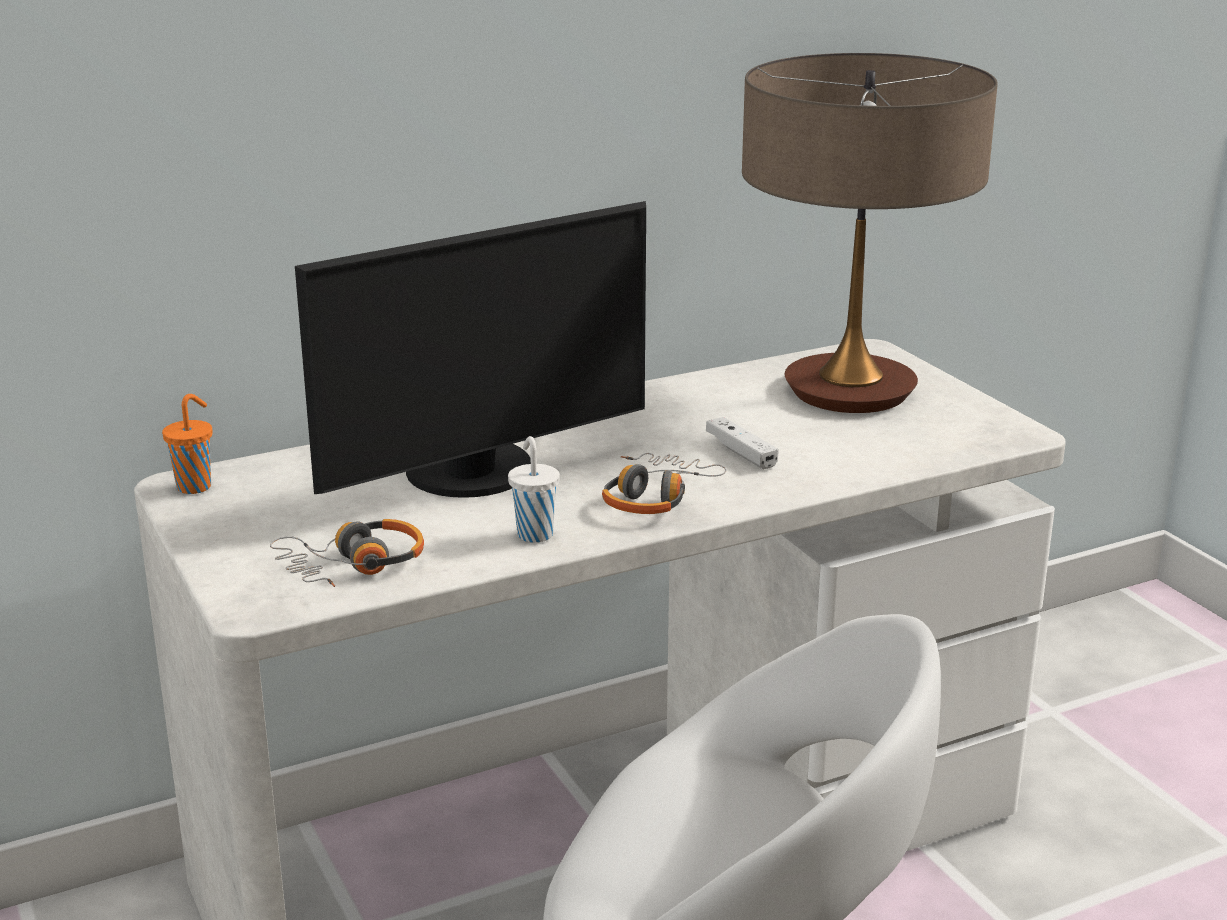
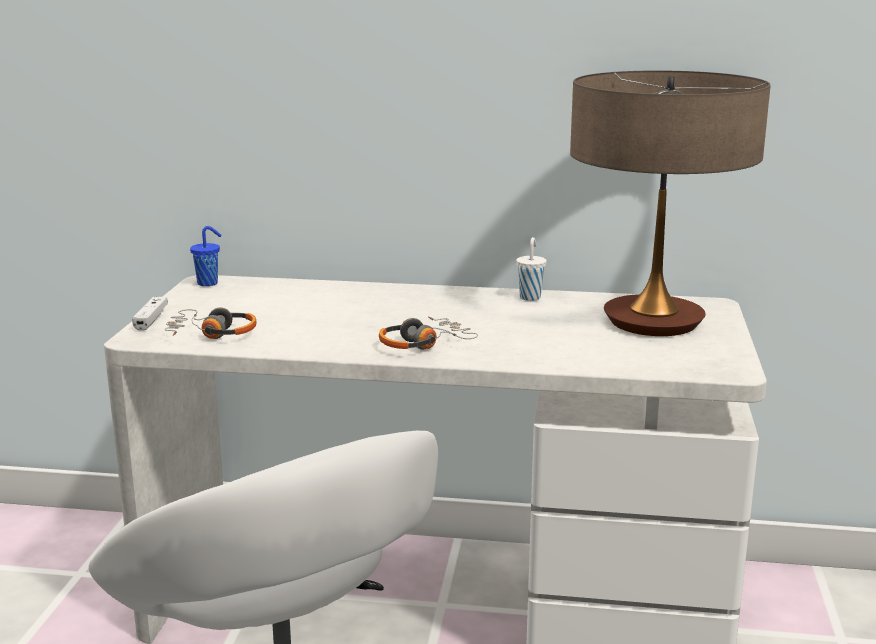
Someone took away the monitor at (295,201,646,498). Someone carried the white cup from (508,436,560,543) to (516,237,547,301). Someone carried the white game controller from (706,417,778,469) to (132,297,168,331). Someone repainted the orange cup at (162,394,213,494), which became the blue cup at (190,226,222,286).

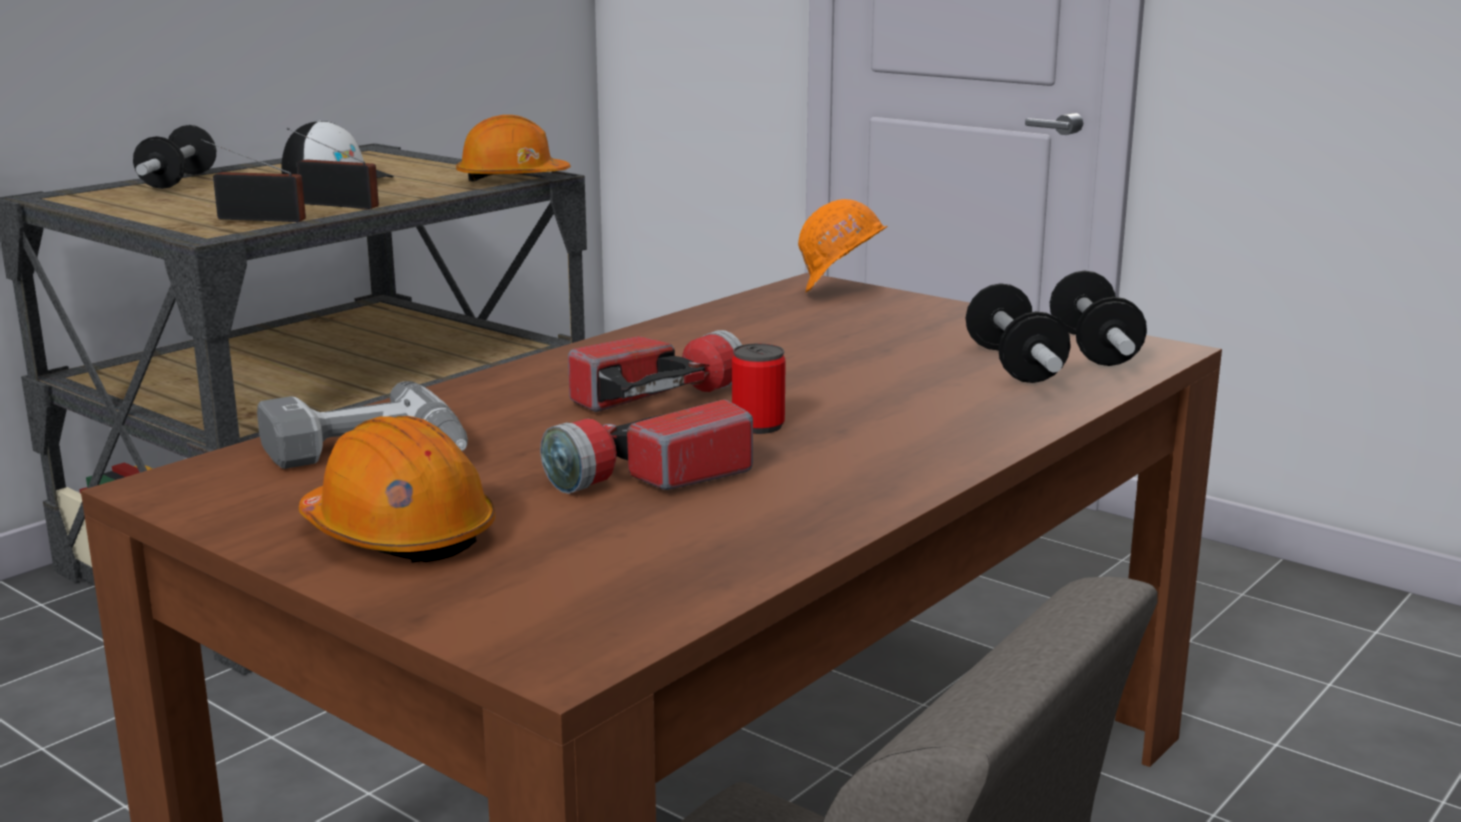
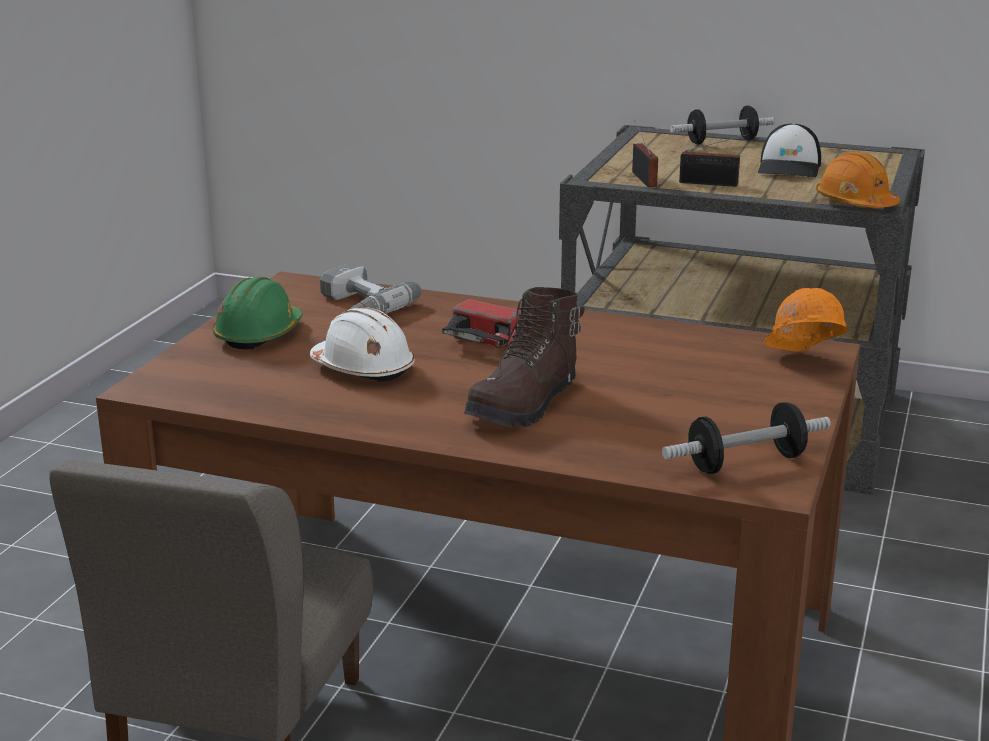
Someone took away the can at (732,344,786,434). Someone took away the dumbbell at (966,283,1071,383). Someone put down the brown boot at (464,287,585,427). Someone swapped the flashlight at (540,399,753,494) for the white hard hat at (310,308,415,382). Someone repainted the orange hard hat at (299,416,495,563), which became the green hard hat at (212,276,303,350). Someone rotated the radio at (287,128,379,209) by 105 degrees clockwise.

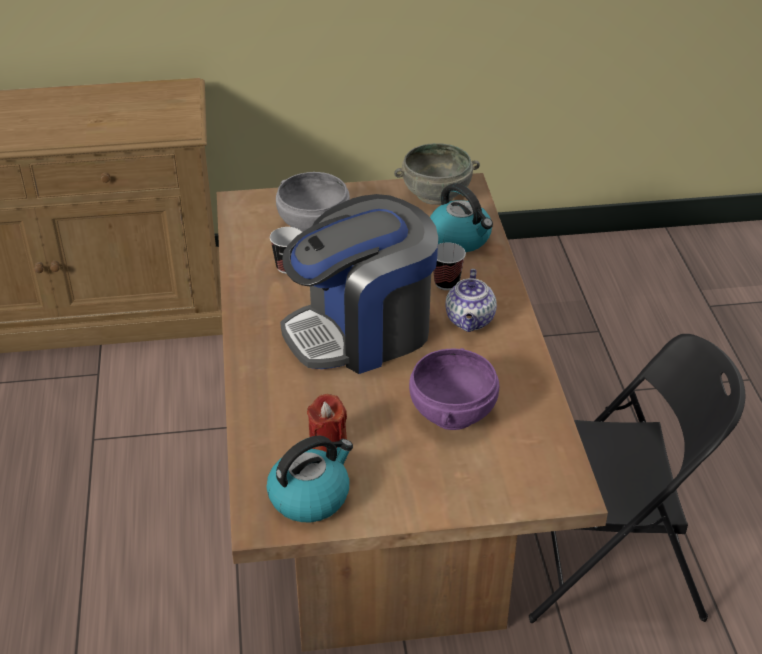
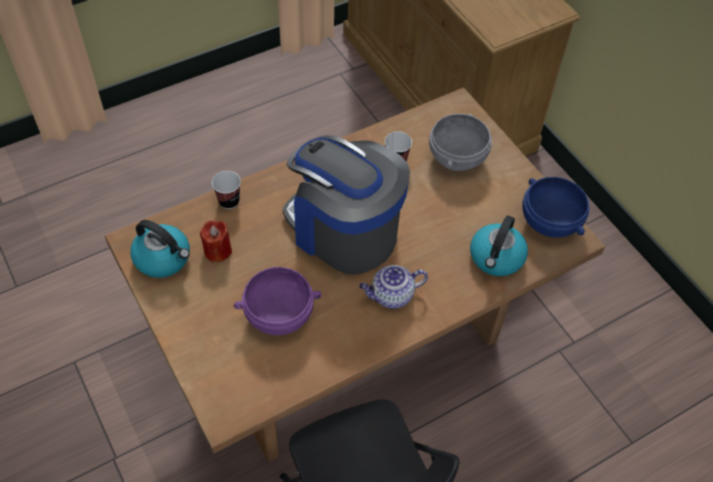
Someone carried the cup from (433,243,466,290) to (212,171,241,209). Someone repainted the grey bowl at (394,143,480,205), which became the blue bowl at (522,177,589,238).

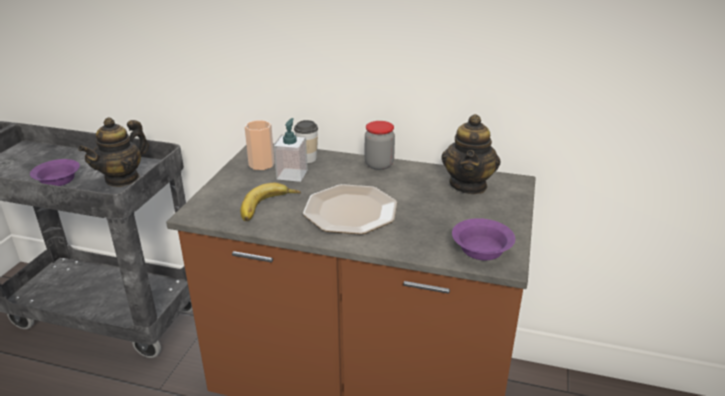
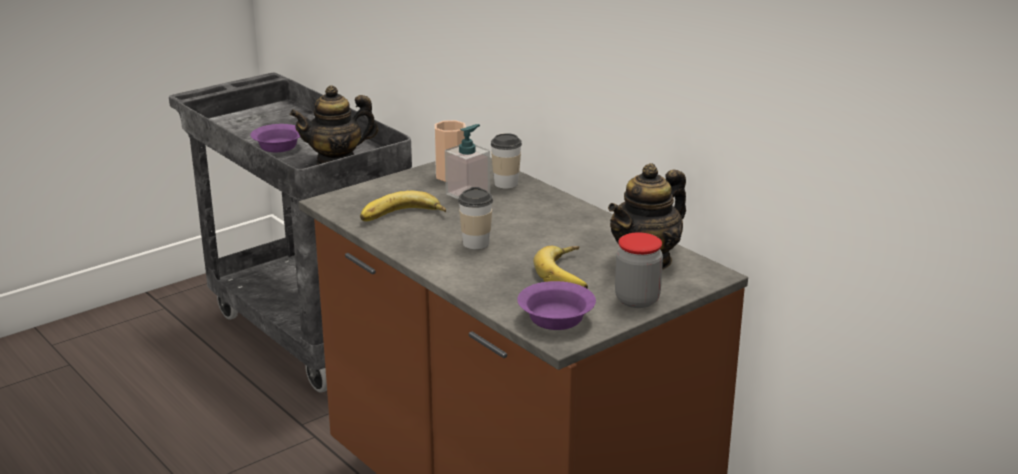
Someone put down the banana at (533,246,588,289). Someone carried the jar from (365,121,395,170) to (615,232,663,308). Someone swapped the plate at (303,184,397,234) for the cup at (458,187,493,250).

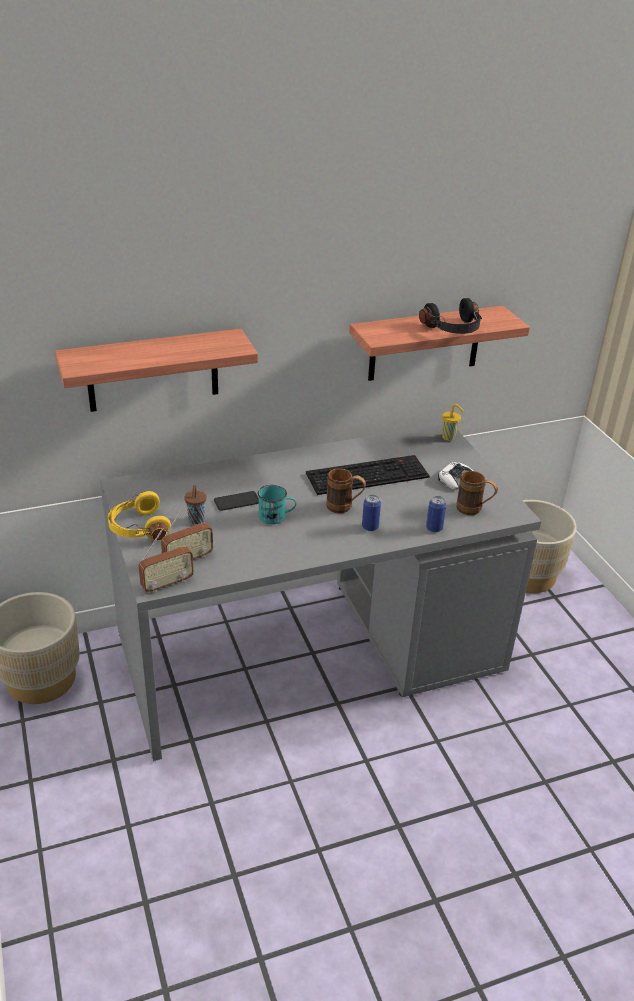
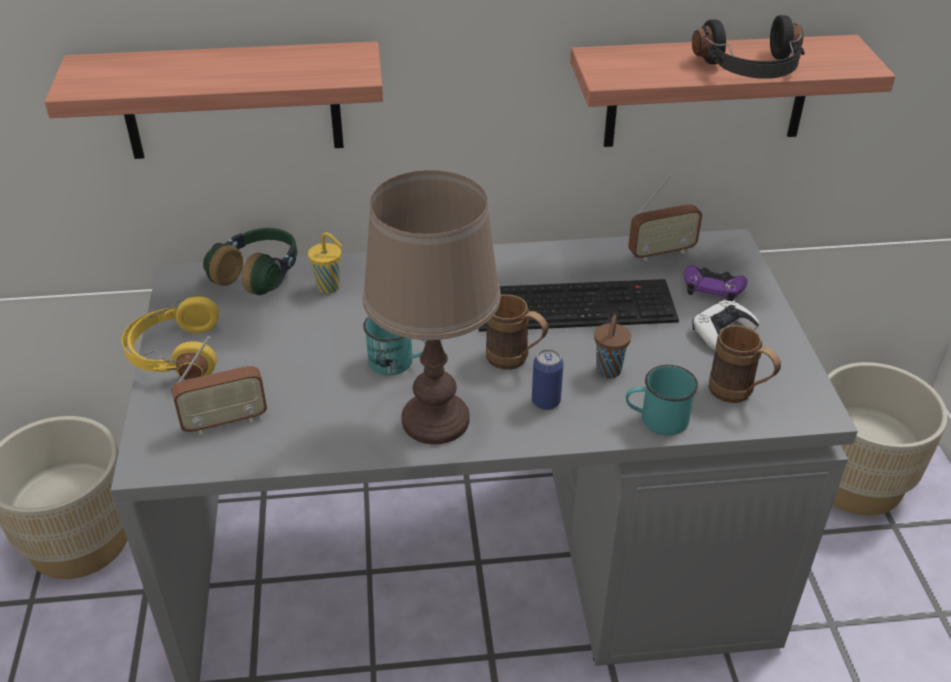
Someone took away the phone at (214,491,259,511). Someone put down the headphones at (203,228,297,295). Someone put down the brown table lamp at (362,170,501,445). Someone put down the purple game controller at (684,265,748,301). Someone carried the radio from (139,529,194,593) to (628,175,702,261). Someone carried the brown cup from (184,485,206,524) to (594,315,631,379). Someone carried the yellow cup from (442,404,464,441) to (308,232,342,294). Someone swapped the can at (426,496,446,533) for the turquoise mug at (626,365,698,435).

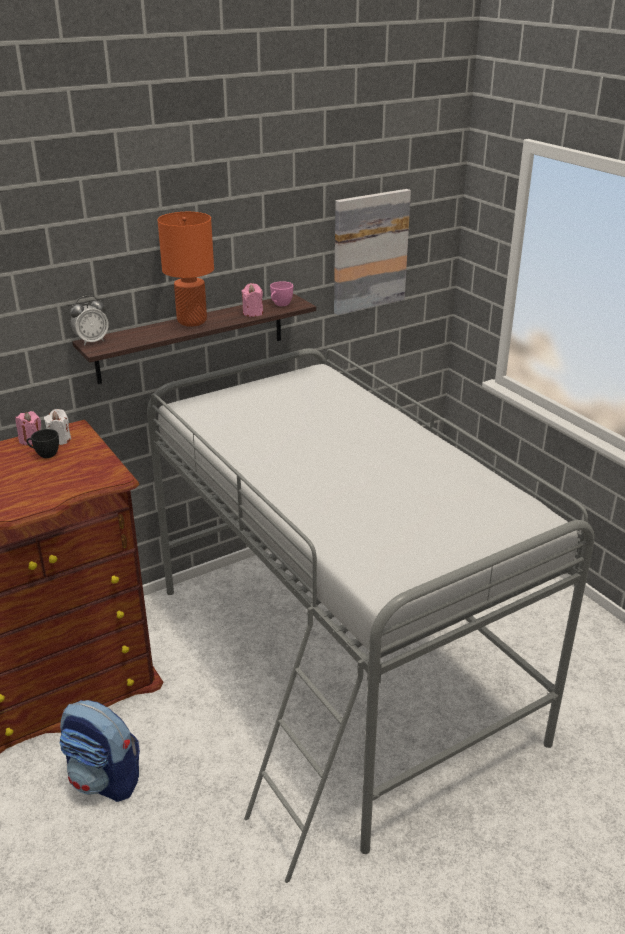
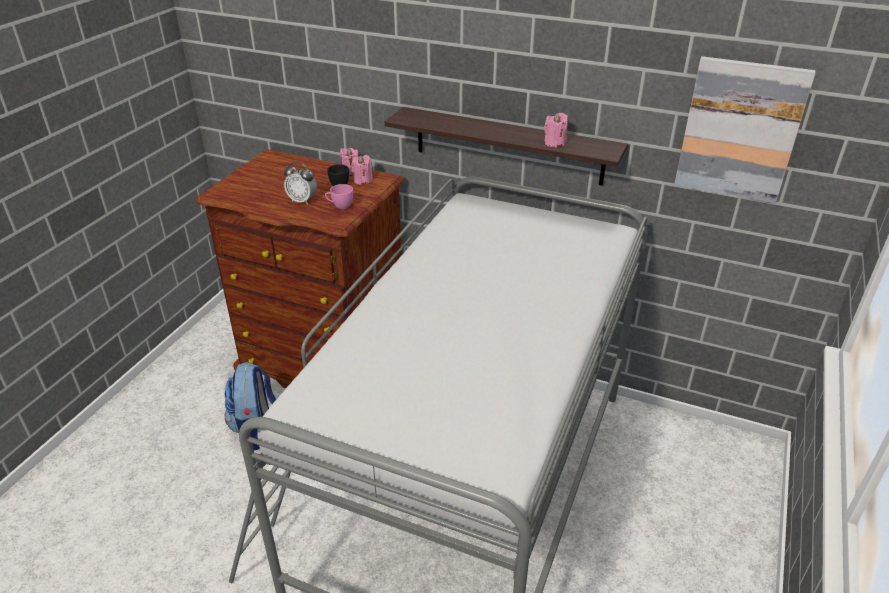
Someone took away the orange table lamp at (157,212,214,327). Someone carried the alarm clock from (70,295,109,346) to (284,162,317,205). Someone carried the pink cup from (270,281,293,306) to (325,184,353,209). Someone repainted the white candle at (44,409,71,445), which became the pink candle at (351,155,373,185).

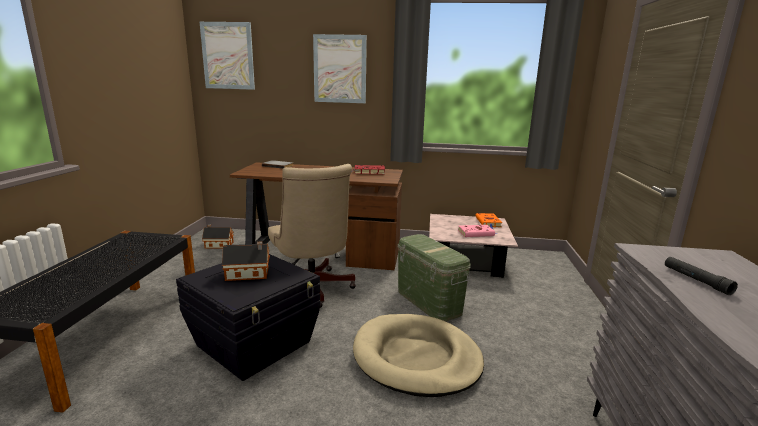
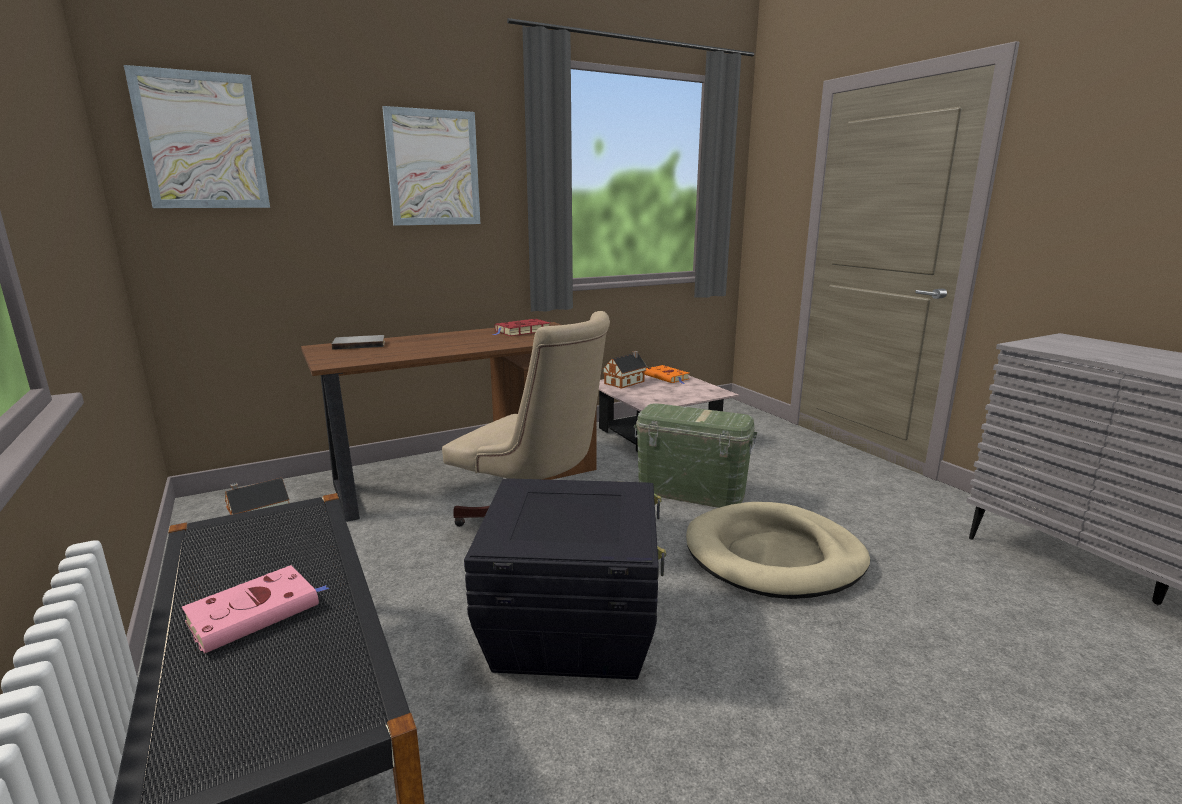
Someone took away the black flashlight at (665,257,738,295). Someone carried the toy house from (222,242,270,281) to (603,351,647,389). Someone carried the pink book from (458,225,497,237) to (182,565,329,653).

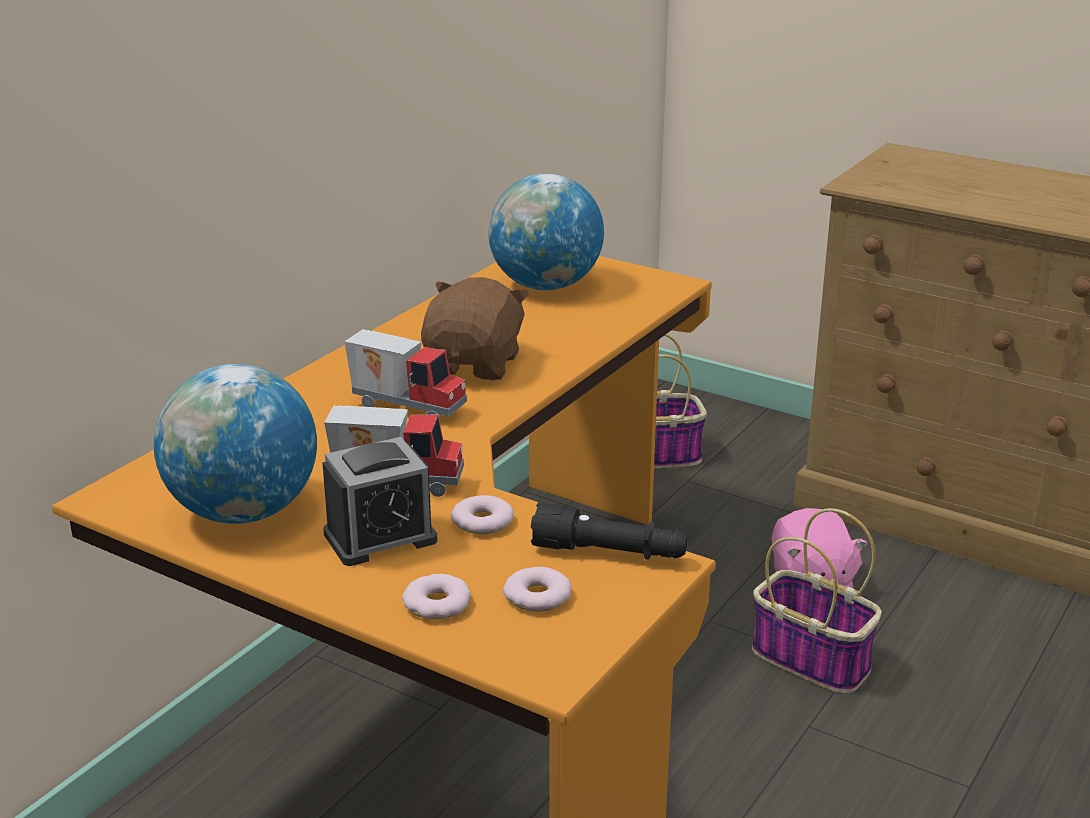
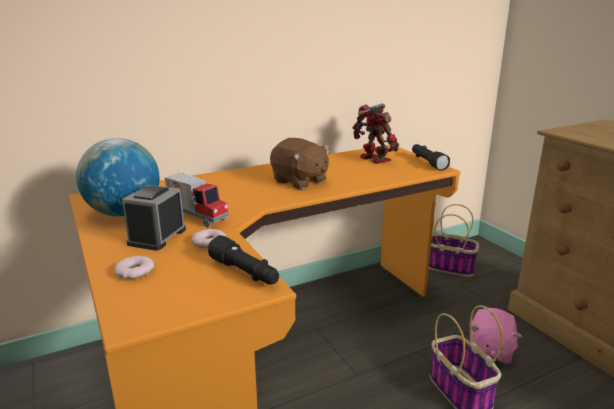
Someone took away the toy truck at (344,329,467,421). Someone took away the donut at (503,567,572,612). Someone put down the black flashlight at (412,144,450,171). Someone swapped the globe at (488,174,604,290) for the toy robot at (353,103,399,164). Someone rotated the alarm clock at (322,437,437,566) by 105 degrees clockwise. Someone rotated the brown plush toy at (421,277,529,380) by 90 degrees clockwise.

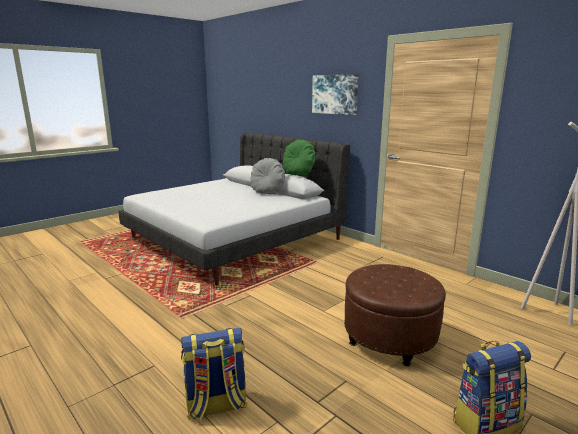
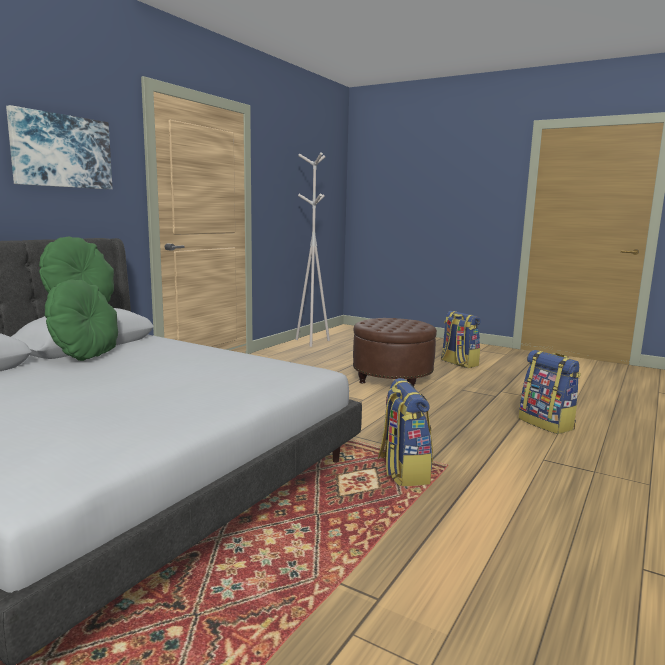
Someone put down the backpack at (378,378,433,486). Someone repainted the grey pillow at (251,158,285,195), which became the green pillow at (45,280,118,361).

